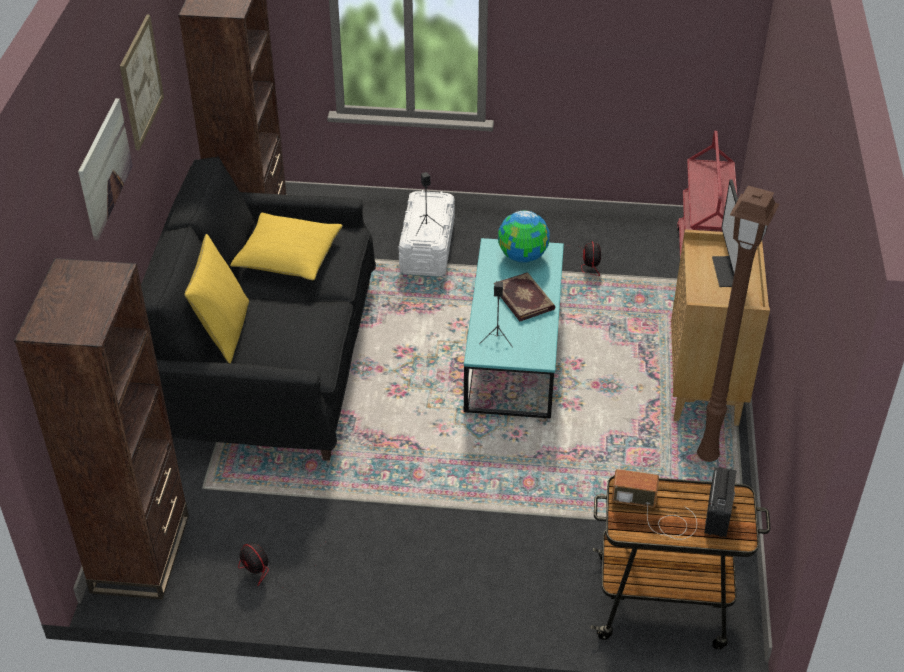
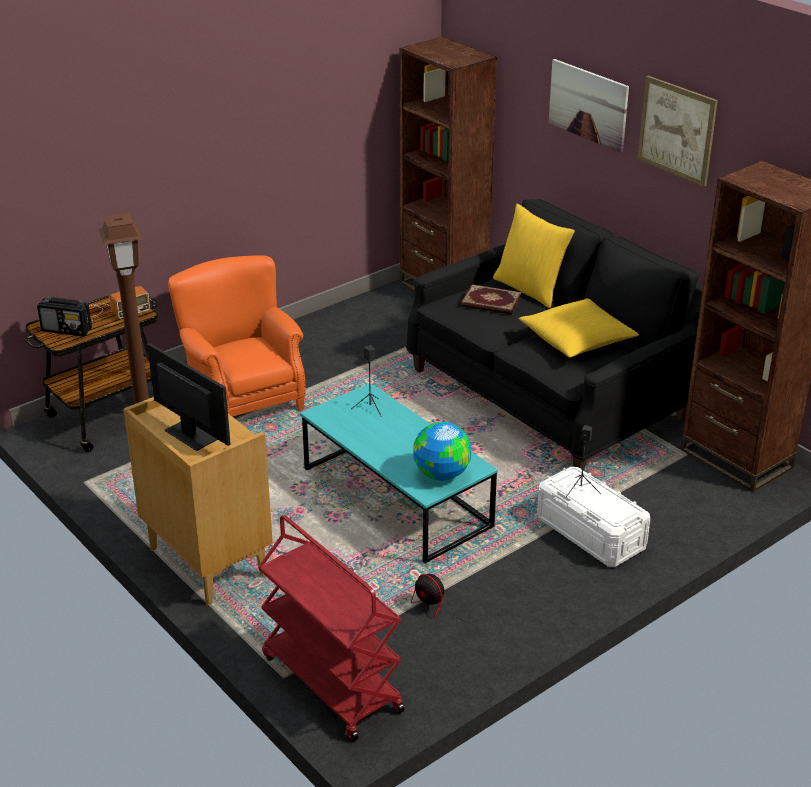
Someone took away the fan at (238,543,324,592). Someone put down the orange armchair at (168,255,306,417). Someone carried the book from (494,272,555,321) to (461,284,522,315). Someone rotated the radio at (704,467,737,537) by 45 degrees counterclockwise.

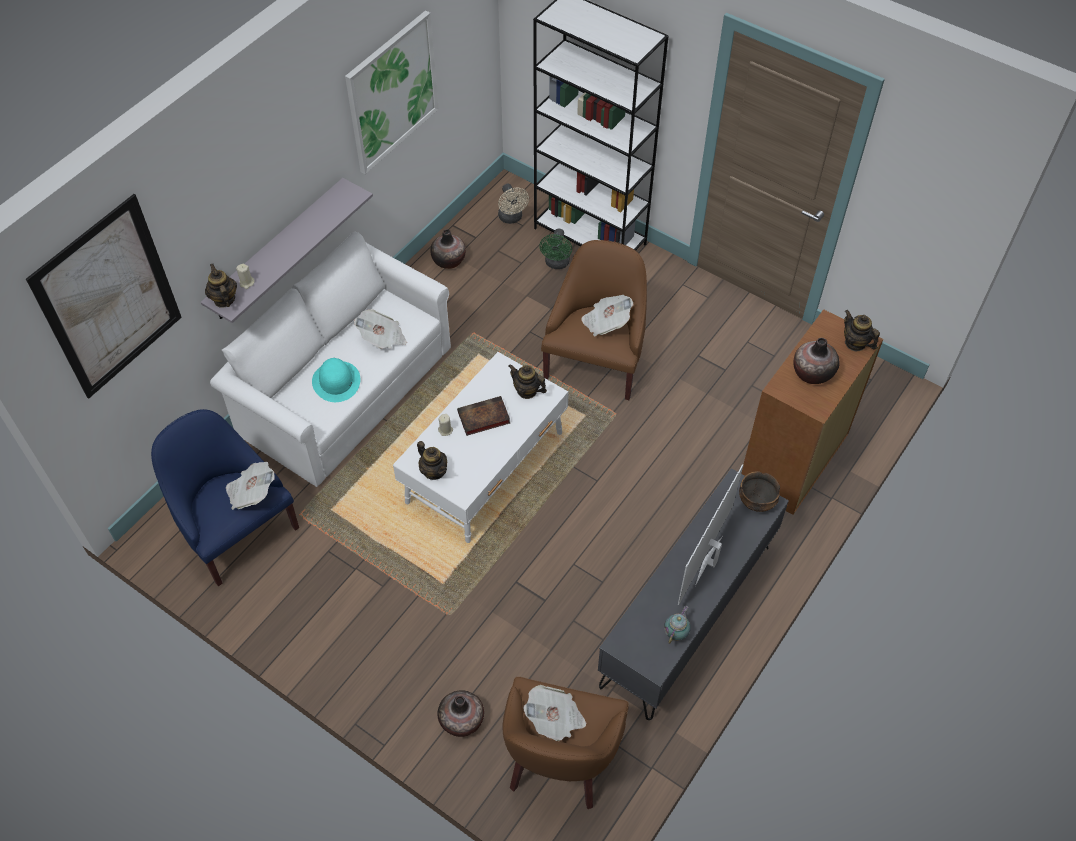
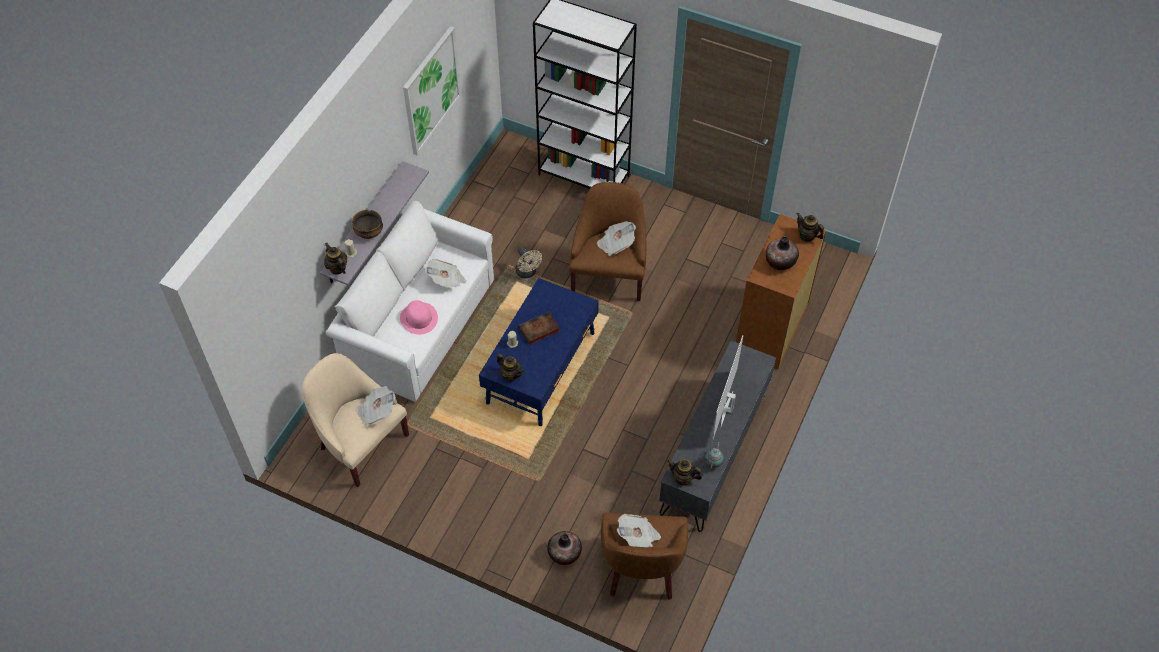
Someone took away the picture at (26,194,182,399). Someone took away the vase at (430,229,466,269). Someone took away the green fan at (539,229,572,269). Someone carried the beige fan from (498,184,529,224) to (515,246,542,278). Someone carried the teapot from (508,364,547,399) to (667,459,702,486). Someone carried the bowl from (739,471,780,512) to (352,210,383,239). Someone repainted the blue armchair at (151,409,299,586), which became the beige armchair at (302,353,409,487). Someone repainted the turquoise hat at (312,358,360,402), which became the pink hat at (400,300,438,335). Someone repainted the white coffee table at (393,352,569,543), which became the blue coffee table at (479,278,599,426).

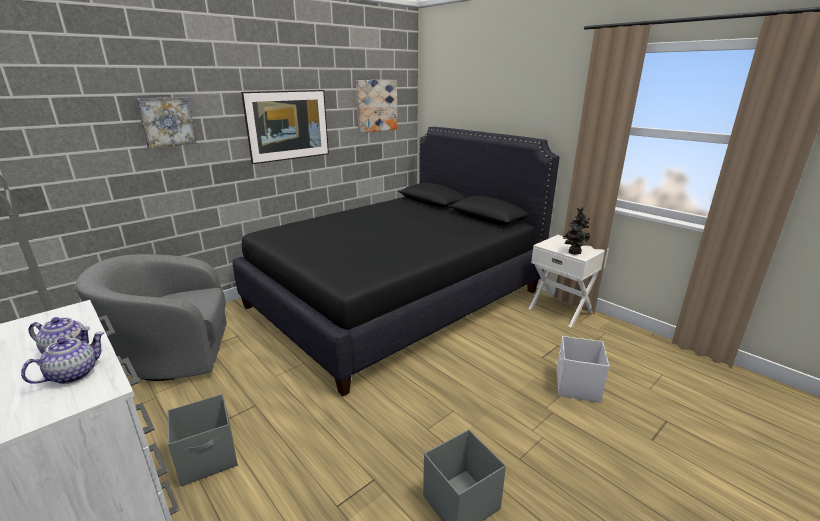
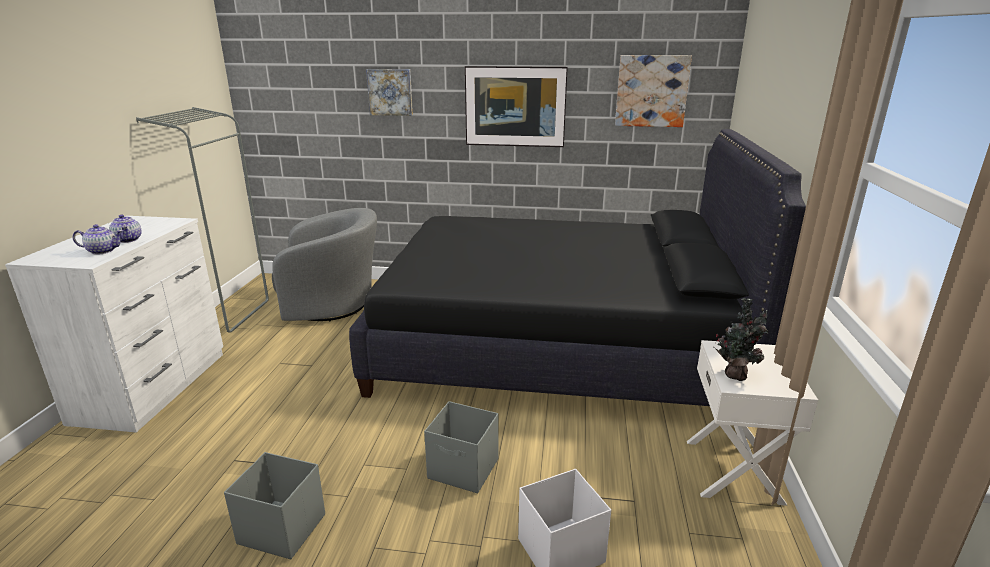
Someone carried the grey storage box from (167,394,238,486) to (424,401,499,493). Someone rotated the grey armchair at (76,254,227,381) by 135 degrees clockwise.

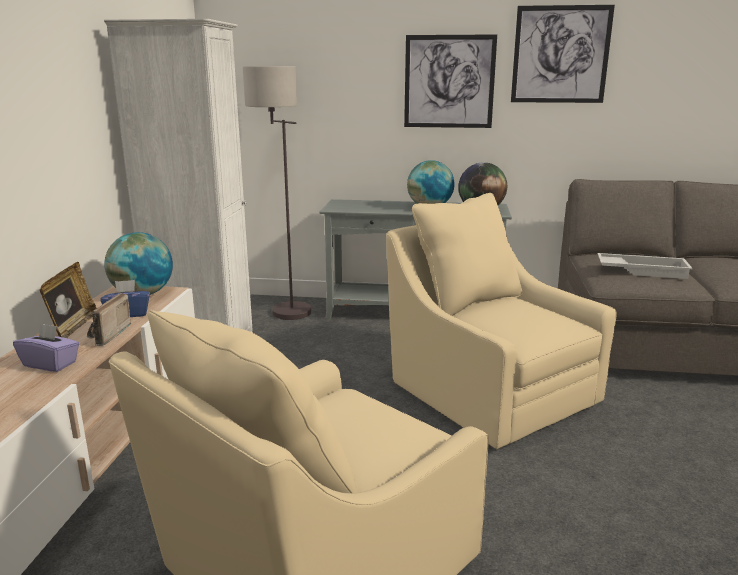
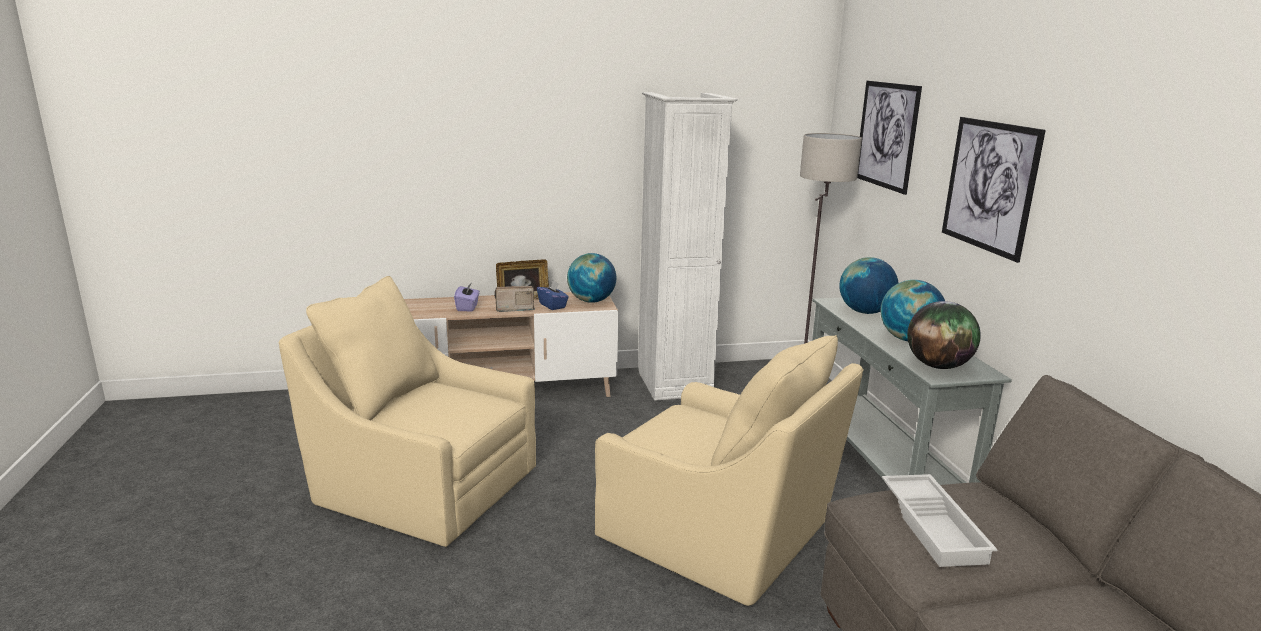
Someone put down the globe at (839,257,898,314). Someone carried the picture from (511,5,615,103) to (857,81,922,195). Someone rotated the beige armchair at (386,193,617,449) by 90 degrees clockwise.

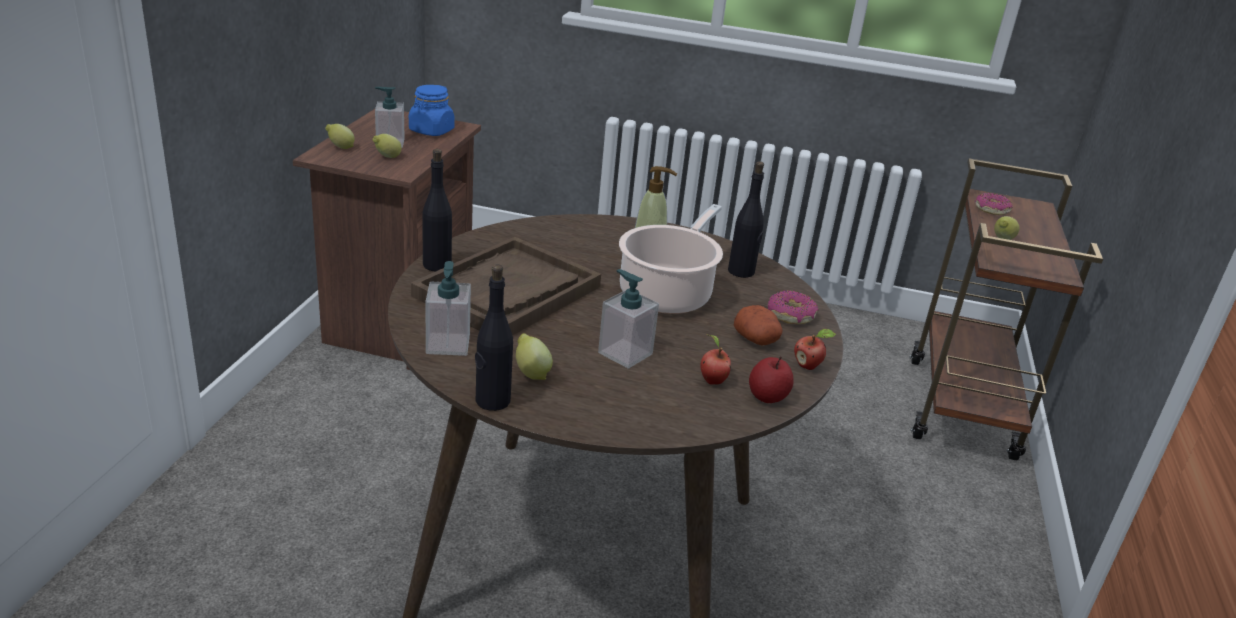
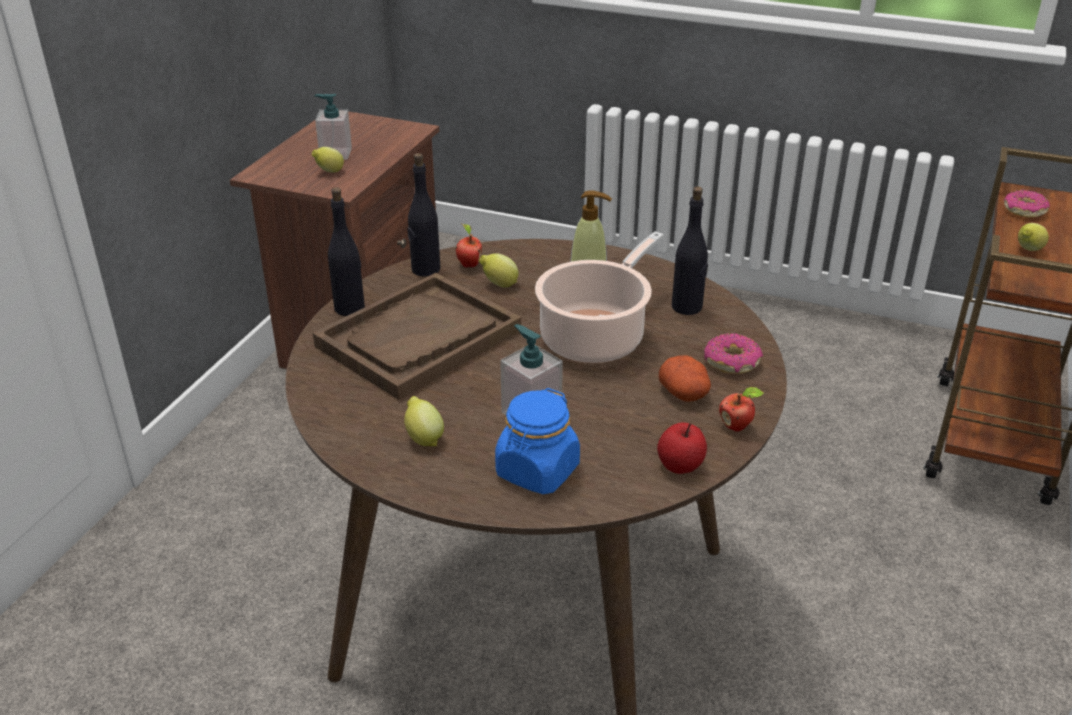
Someone took away the soap dispenser at (425,261,471,356). Someone carried the lemon from (325,124,355,149) to (479,253,519,287). Someone carried the blue jar from (409,85,454,136) to (495,388,580,494). Someone carried the black bottle from (475,265,513,411) to (407,153,440,277). Someone carried the apple from (700,334,731,384) to (456,224,482,267).

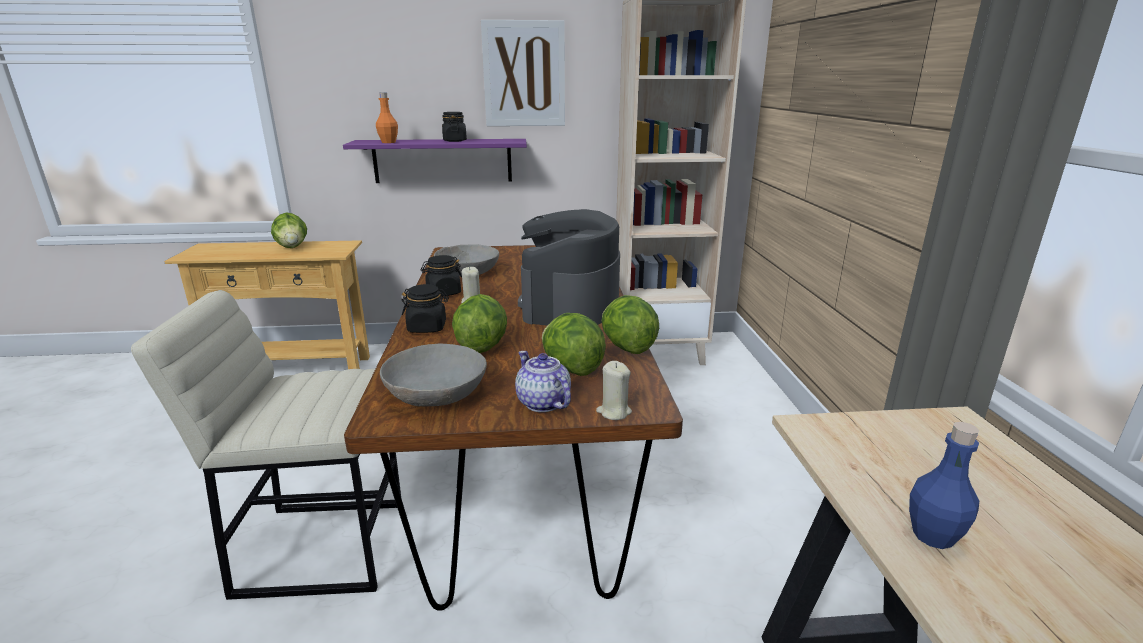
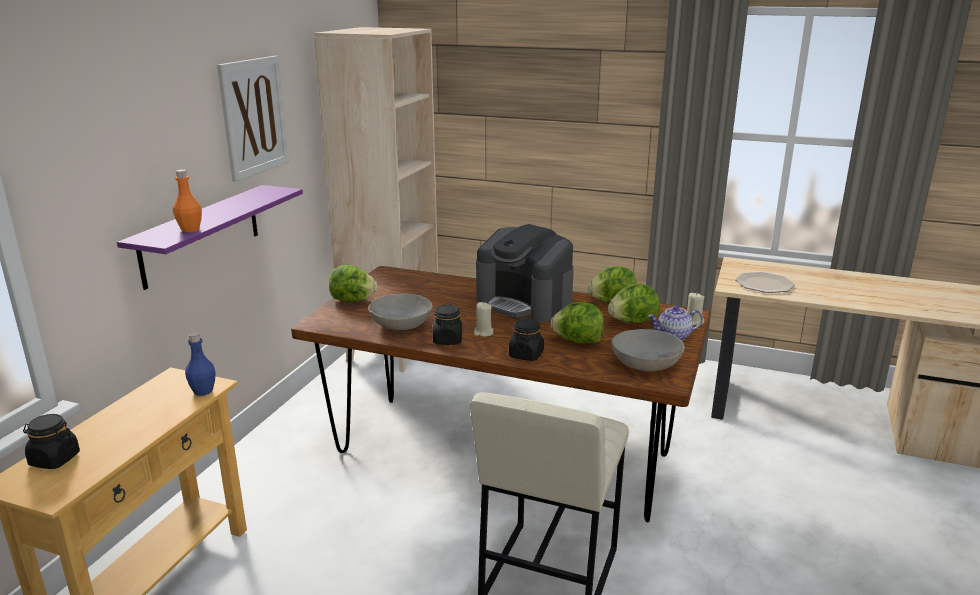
Someone put down the plate at (735,272,795,293). Someone carried the lettuce from (271,213,307,248) to (329,265,377,302). Someone carried the black jar from (442,112,467,142) to (23,414,80,469). Someone carried the blue bottle from (909,422,979,549) to (185,332,216,396).

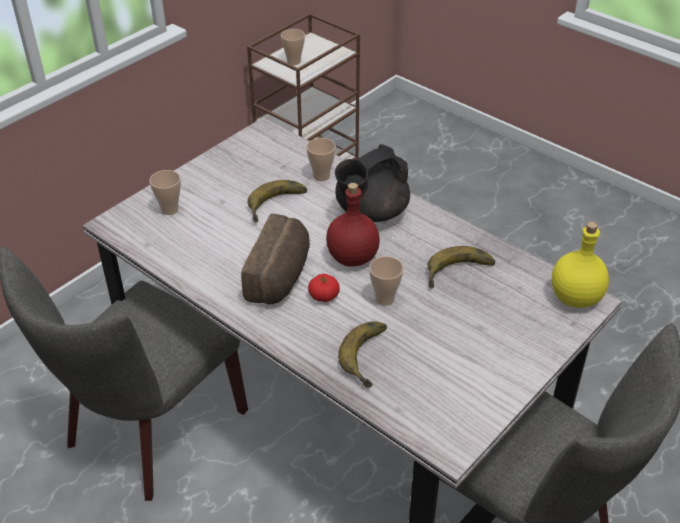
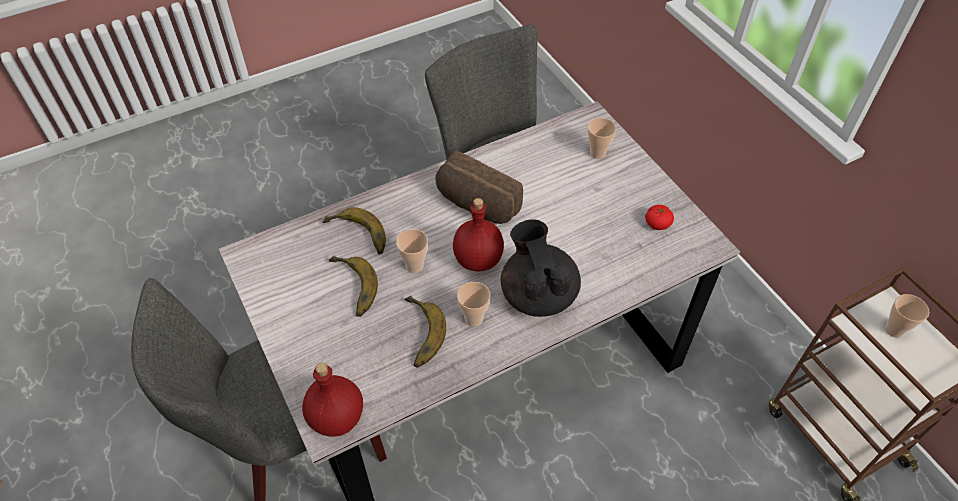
Someone carried the banana from (248,180,307,222) to (329,255,378,317). Someone carried the cup from (306,138,336,181) to (457,282,491,327). Someone carried the tomato from (308,274,340,302) to (645,205,674,230). Someone repainted the yellow bottle at (552,222,609,308), which became the red bottle at (302,363,363,437).

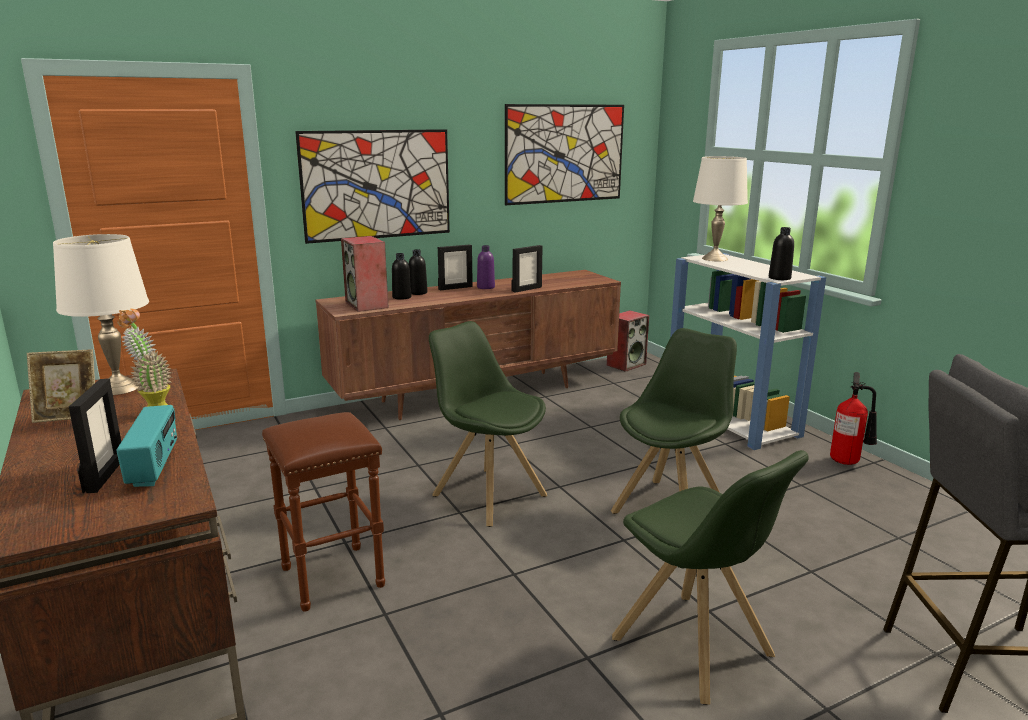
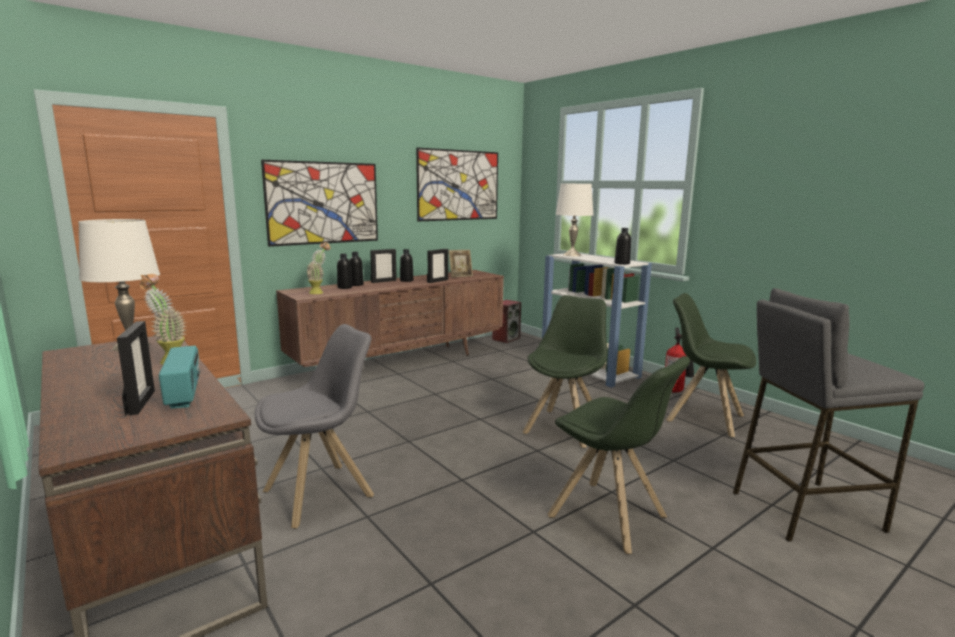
Someone carried the picture frame from (27,349,95,423) to (449,250,473,277). Someone carried the green chair from (429,321,547,527) to (666,293,756,438). Someone swapped the brown stool at (262,412,385,611) for the grey chair at (255,324,374,529). Someone swapped the speaker at (341,236,389,312) for the potted plant at (306,242,331,294). Someone repainted the purple bottle at (477,245,495,289), which became the black bottle at (400,249,414,282).

